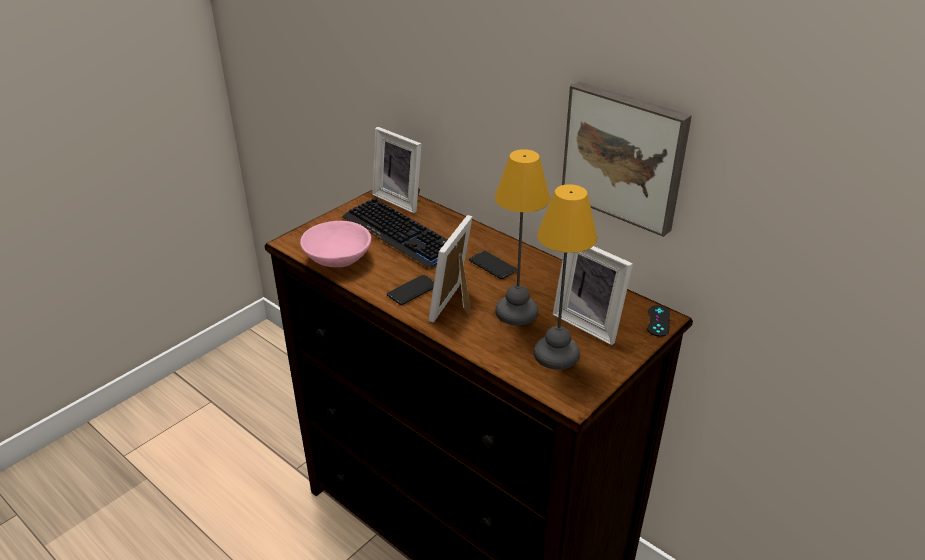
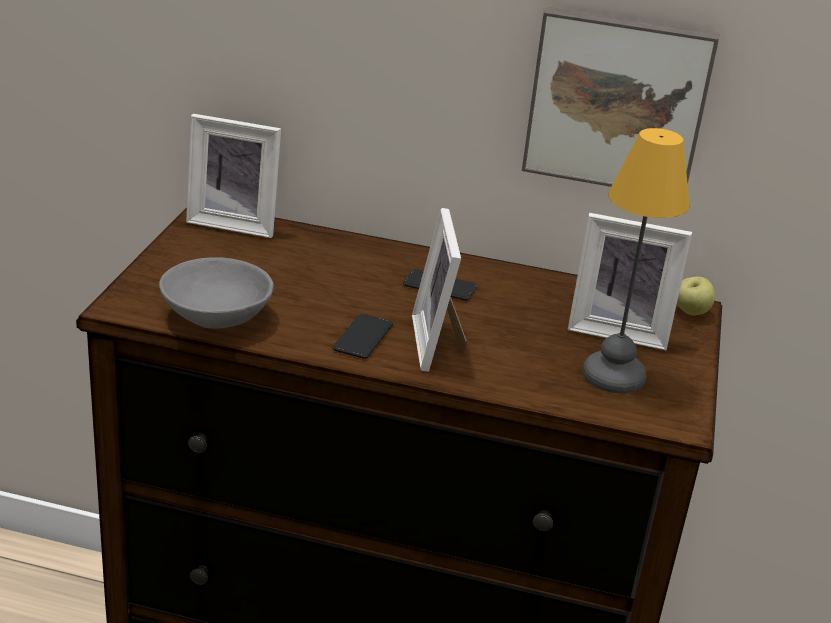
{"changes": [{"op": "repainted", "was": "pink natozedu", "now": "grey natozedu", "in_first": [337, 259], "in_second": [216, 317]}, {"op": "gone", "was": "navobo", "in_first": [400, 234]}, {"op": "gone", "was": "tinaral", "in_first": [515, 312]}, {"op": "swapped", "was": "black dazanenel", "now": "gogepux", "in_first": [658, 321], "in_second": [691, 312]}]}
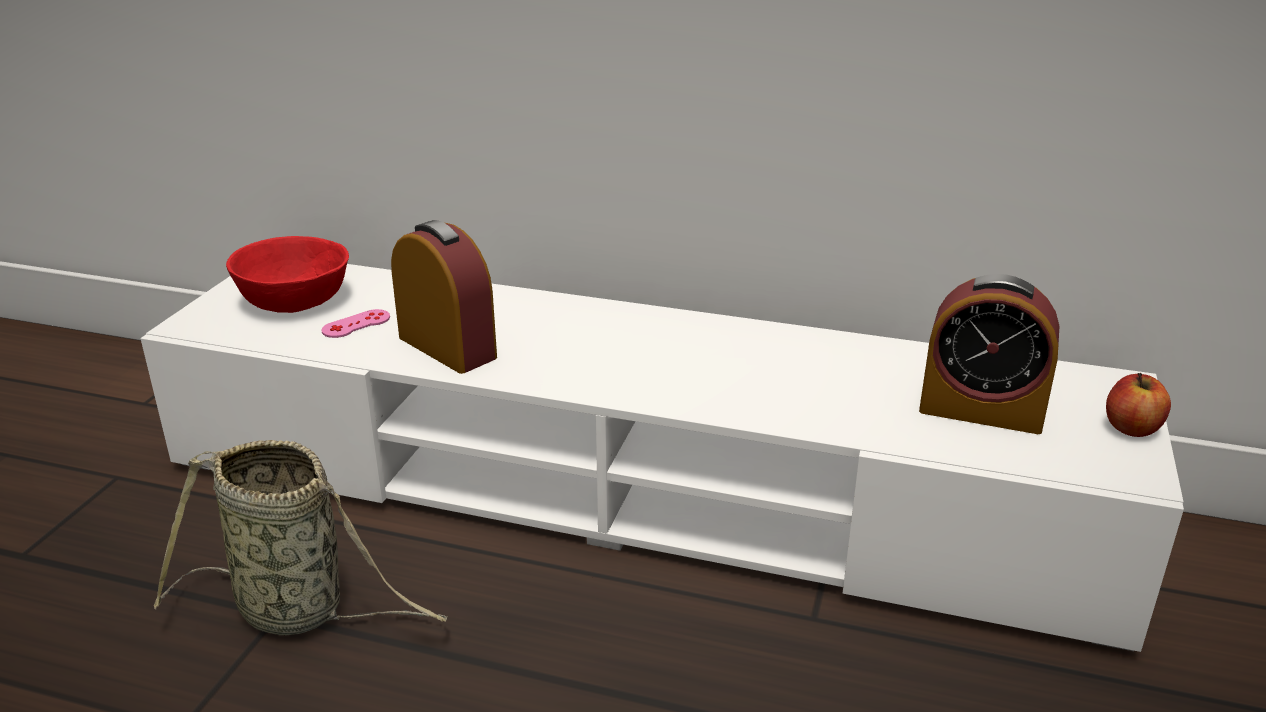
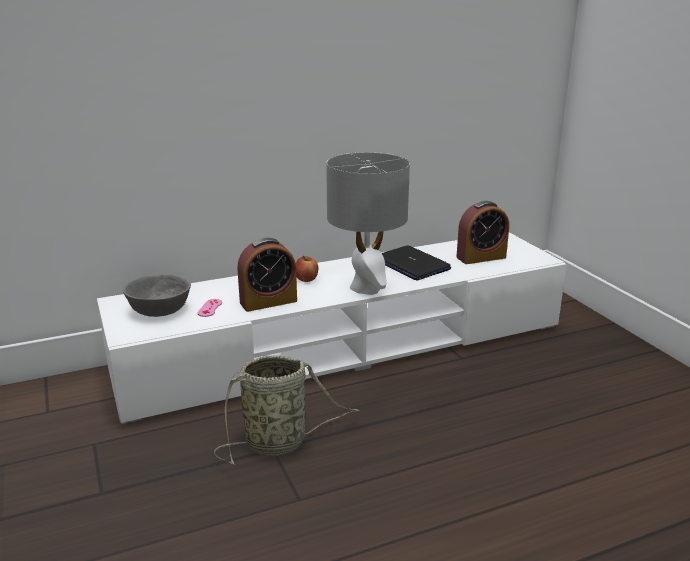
{"changes": [{"op": "repainted", "was": "red natozedu", "now": "grey natozedu", "in_first": [295, 300], "in_second": [159, 310]}, {"op": "rotated", "was": "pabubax", "in_first": [447, 347], "in_second": [268, 302], "clockwise": 150}, {"op": "shifted", "was": "gogepux", "in_first": [1131, 428], "in_second": [306, 279]}, {"op": "new", "now": "grey tinaral", "in_second": [366, 288]}, {"op": "new", "now": "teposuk", "in_second": [411, 264]}]}
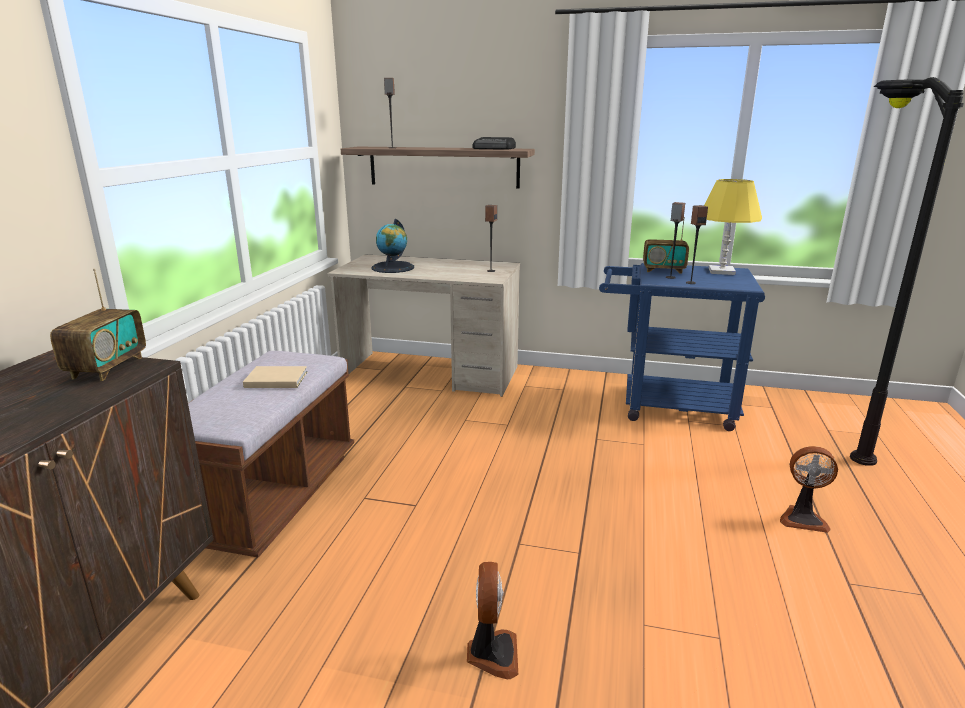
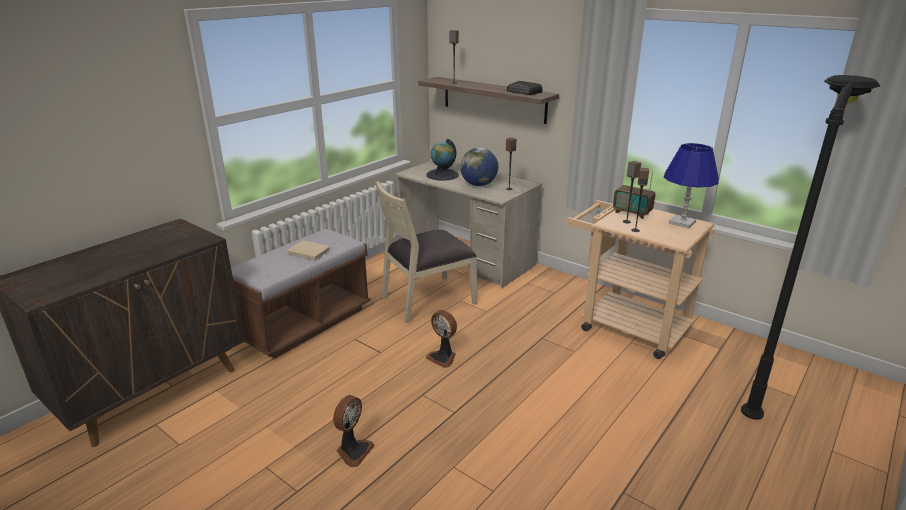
{"changes": [{"op": "gone", "was": "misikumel", "in_first": [107, 368]}, {"op": "repainted", "was": "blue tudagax", "now": "beige tudagax", "in_first": [666, 406], "in_second": [625, 325]}, {"op": "repainted", "was": "yellow tinaral", "now": "blue tinaral", "in_first": [722, 271], "in_second": [682, 222]}, {"op": "shifted", "was": "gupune", "in_first": [802, 518], "in_second": [443, 357]}, {"op": "new", "now": "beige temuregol", "in_second": [427, 299]}, {"op": "new", "now": "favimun", "in_second": [479, 185]}]}
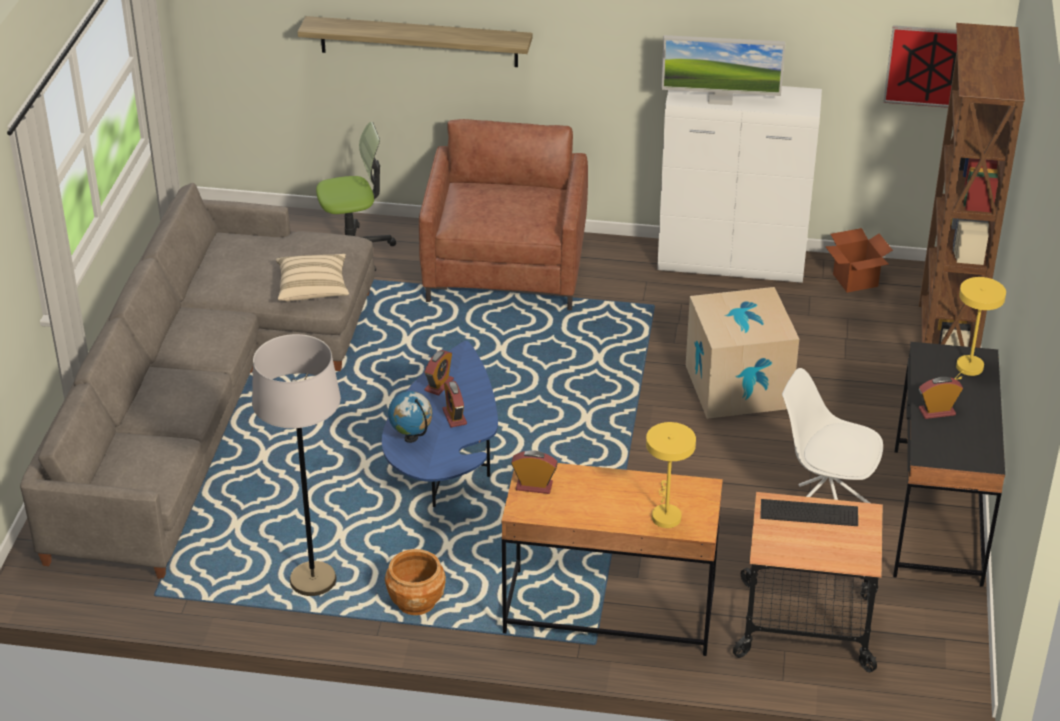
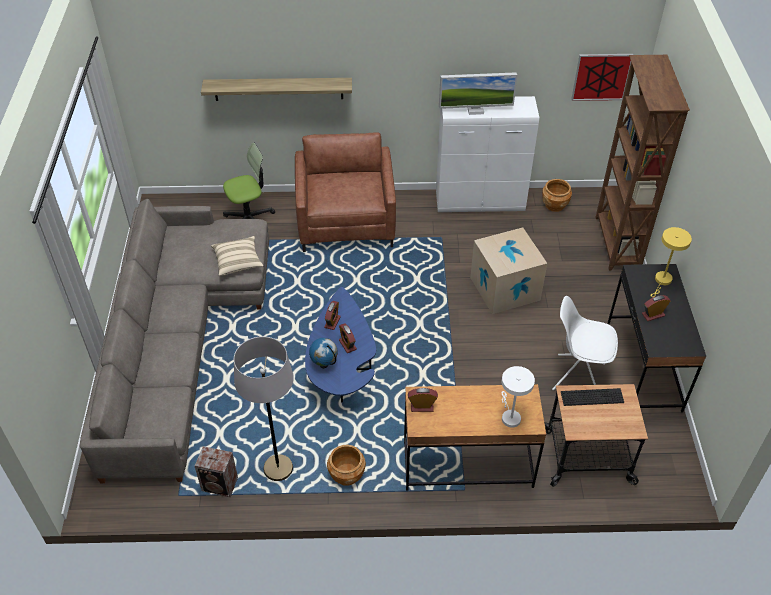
{"changes": [{"op": "repainted", "was": "yellow tinaral", "now": "white tinaral", "in_first": [665, 514], "in_second": [509, 416]}, {"op": "swapped", "was": "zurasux", "now": "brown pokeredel", "in_first": [855, 280], "in_second": [554, 205]}, {"op": "new", "now": "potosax", "in_second": [221, 485]}]}
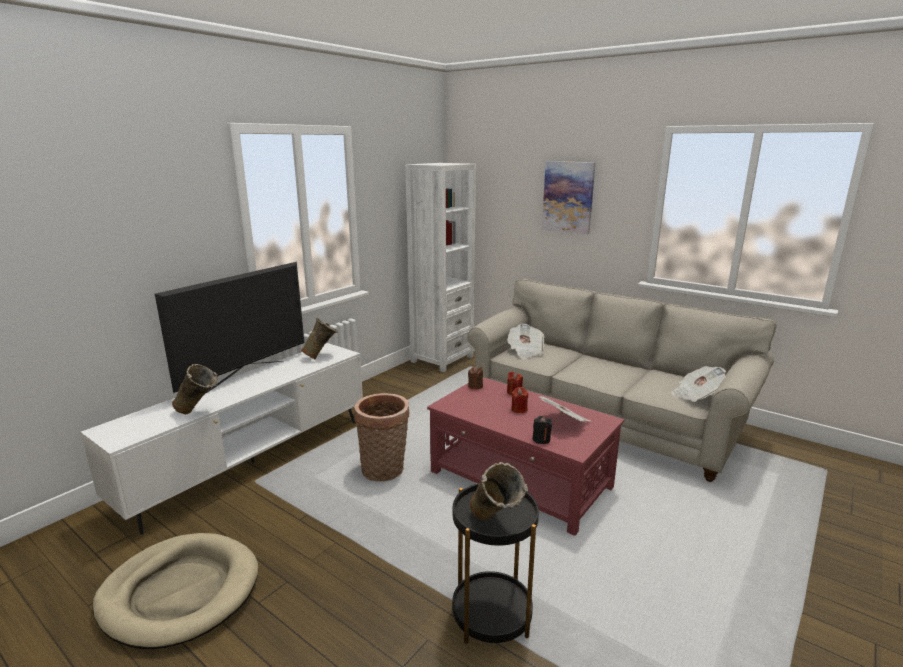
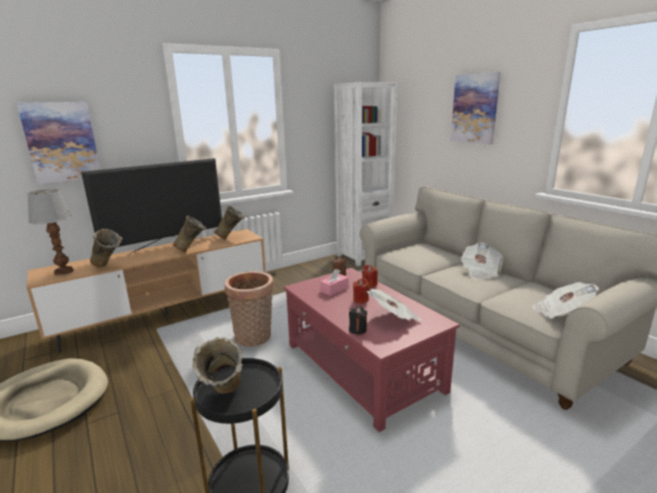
{"changes": [{"op": "repainted", "was": "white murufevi", "now": "brown murufevi", "in_first": [253, 463], "in_second": [166, 315]}, {"op": "shifted", "was": "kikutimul", "in_first": [525, 351], "in_second": [480, 272]}, {"op": "new", "now": "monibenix", "in_second": [62, 142]}, {"op": "new", "now": "tinaral", "in_second": [64, 271]}, {"op": "new", "now": "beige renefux", "in_second": [192, 250]}, {"op": "new", "now": "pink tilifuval", "in_second": [334, 289]}]}
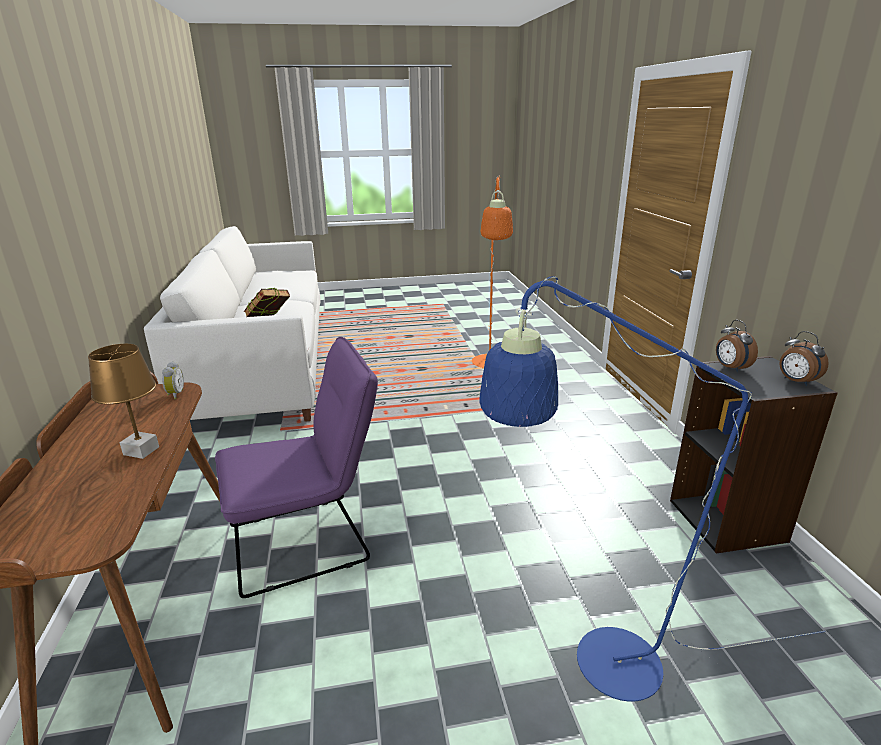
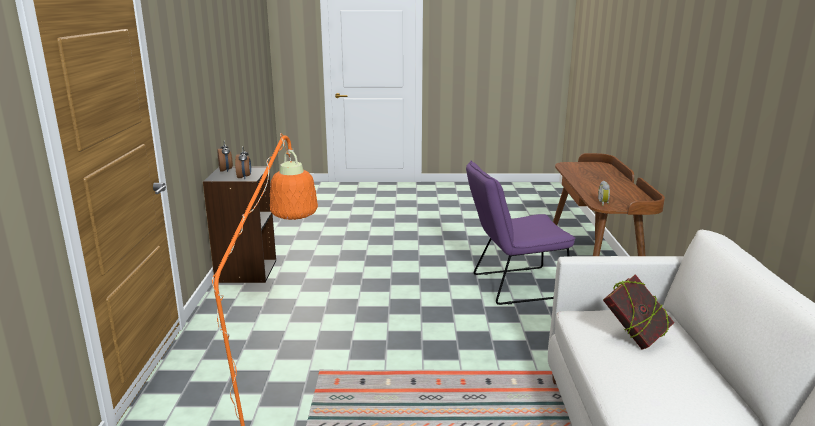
{"changes": [{"op": "gone", "was": "brown tinaral", "in_first": [142, 450]}, {"op": "gone", "was": "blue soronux", "in_first": [597, 666]}]}
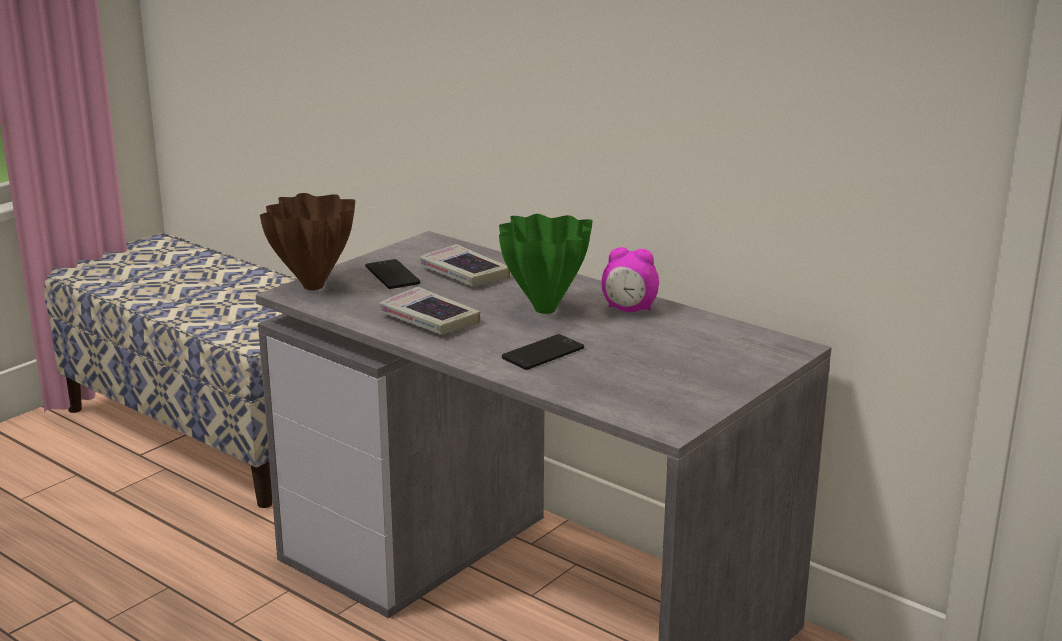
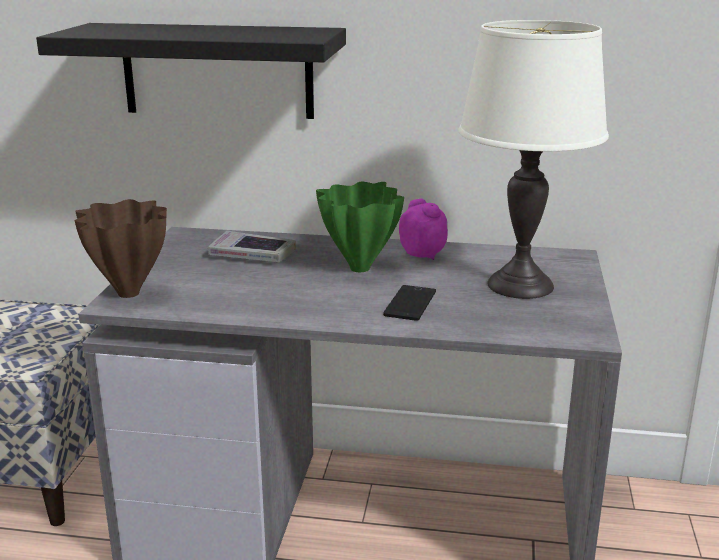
{"changes": [{"op": "gone", "was": "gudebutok", "in_first": [392, 275]}, {"op": "gone", "was": "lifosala", "in_first": [429, 319]}, {"op": "rotated", "was": "pabubax", "in_first": [629, 310], "in_second": [423, 255], "clockwise": -105}, {"op": "new", "now": "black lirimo", "in_second": [217, 71]}, {"op": "new", "now": "white tinaral", "in_second": [519, 285]}]}
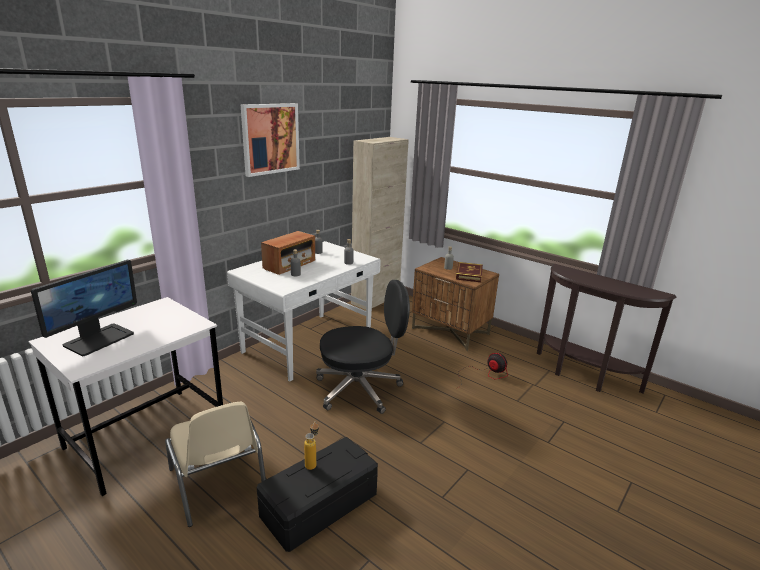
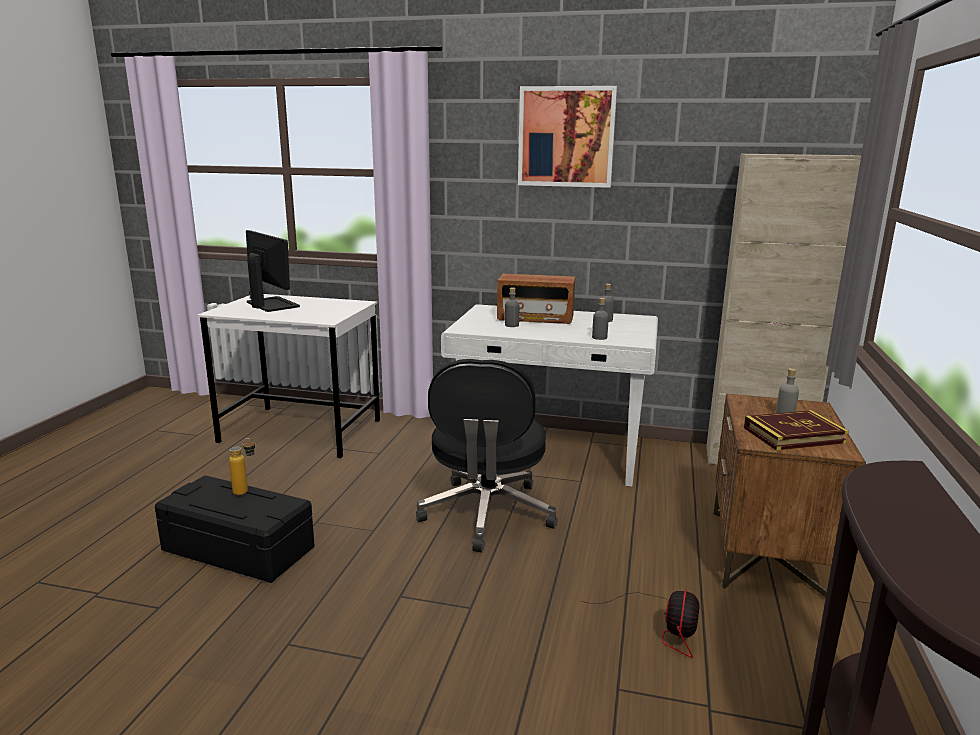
{"changes": [{"op": "rotated", "was": "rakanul", "in_first": [99, 339], "in_second": [271, 304], "clockwise": -135}, {"op": "gone", "was": "beige temuregol", "in_first": [218, 483]}, {"op": "rotated", "was": "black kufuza", "in_first": [360, 389], "in_second": [487, 514], "clockwise": 45}]}
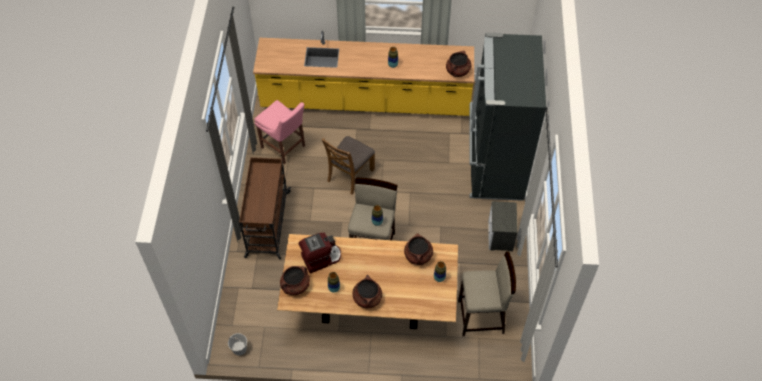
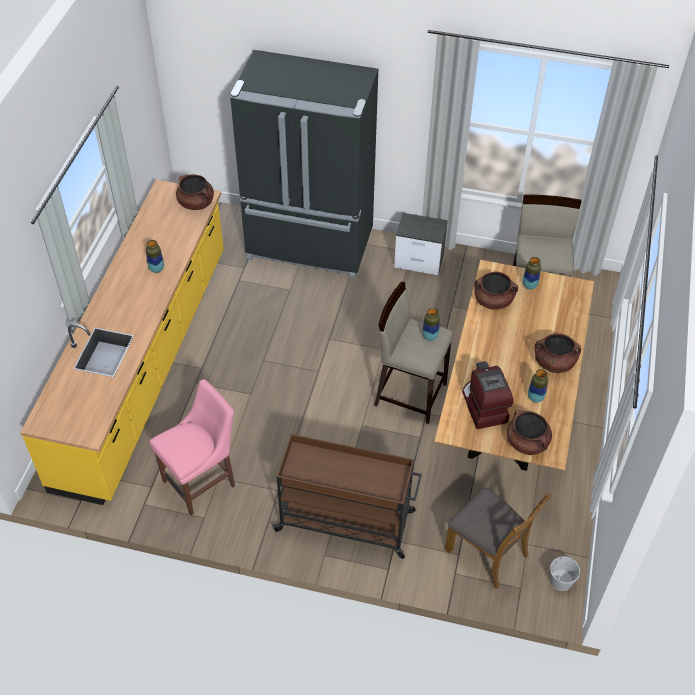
{"changes": [{"op": "shifted", "was": "brown temuregol", "in_first": [350, 175], "in_second": [488, 552]}]}
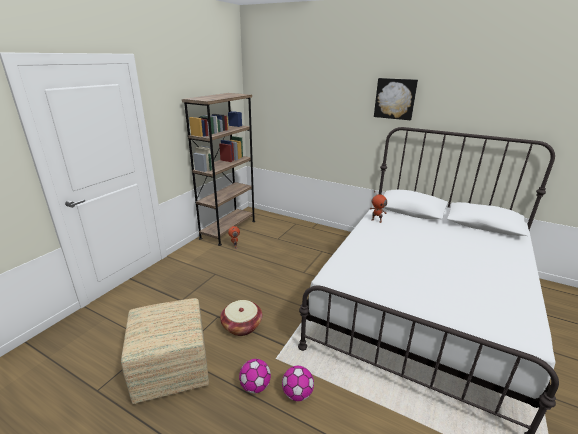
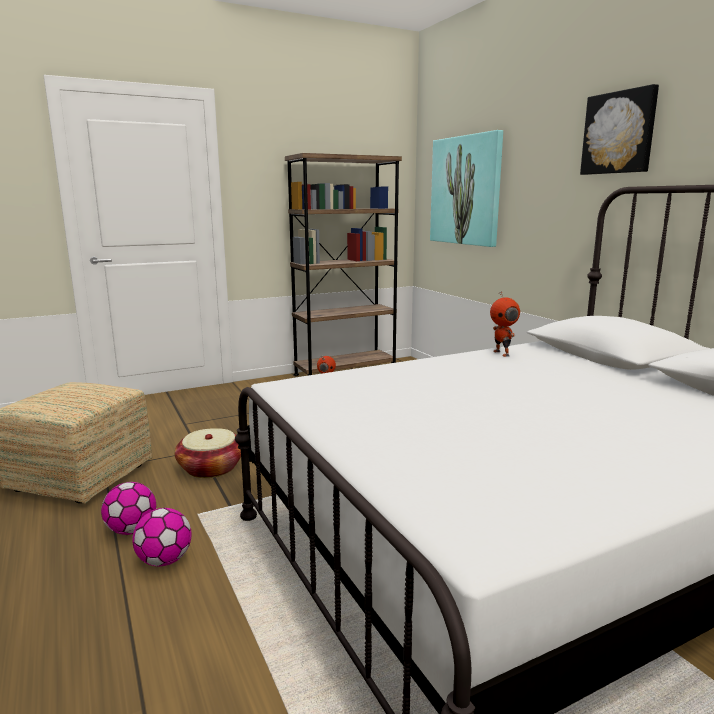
{"changes": [{"op": "new", "now": "monibenix", "in_second": [466, 190]}]}
